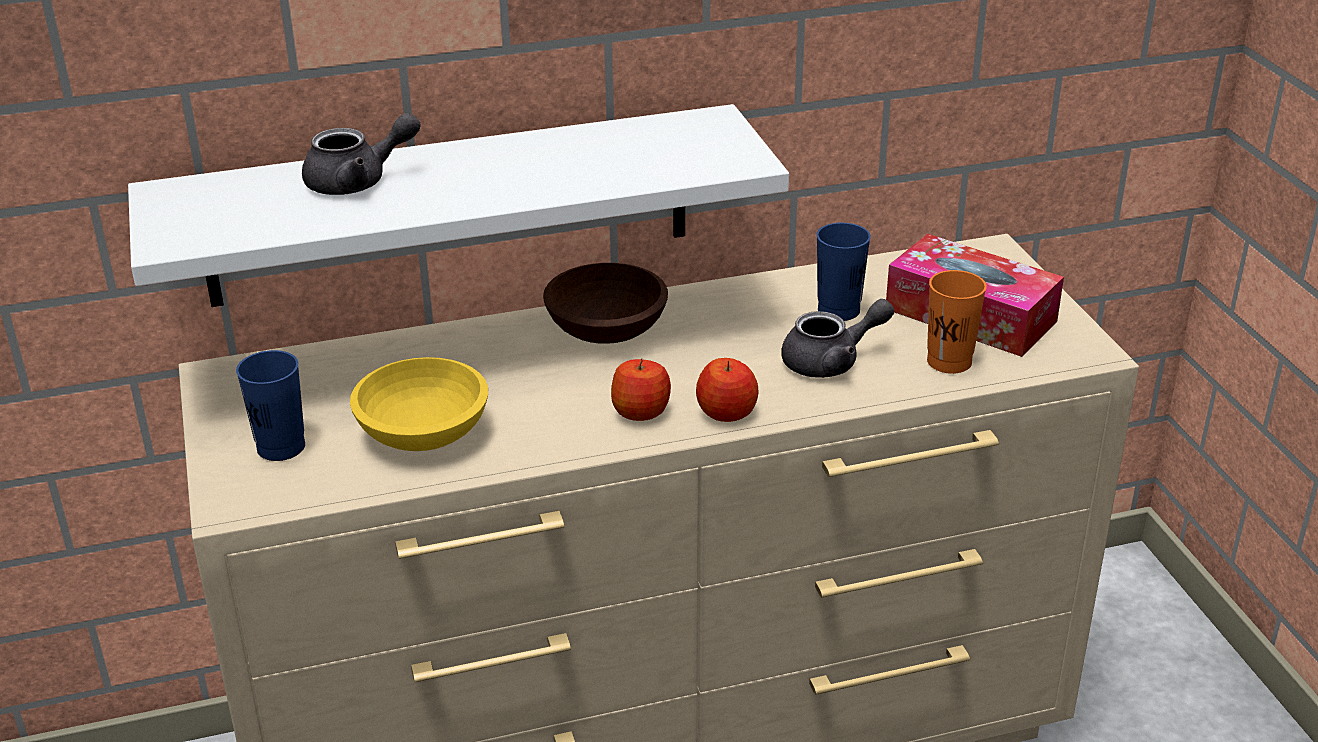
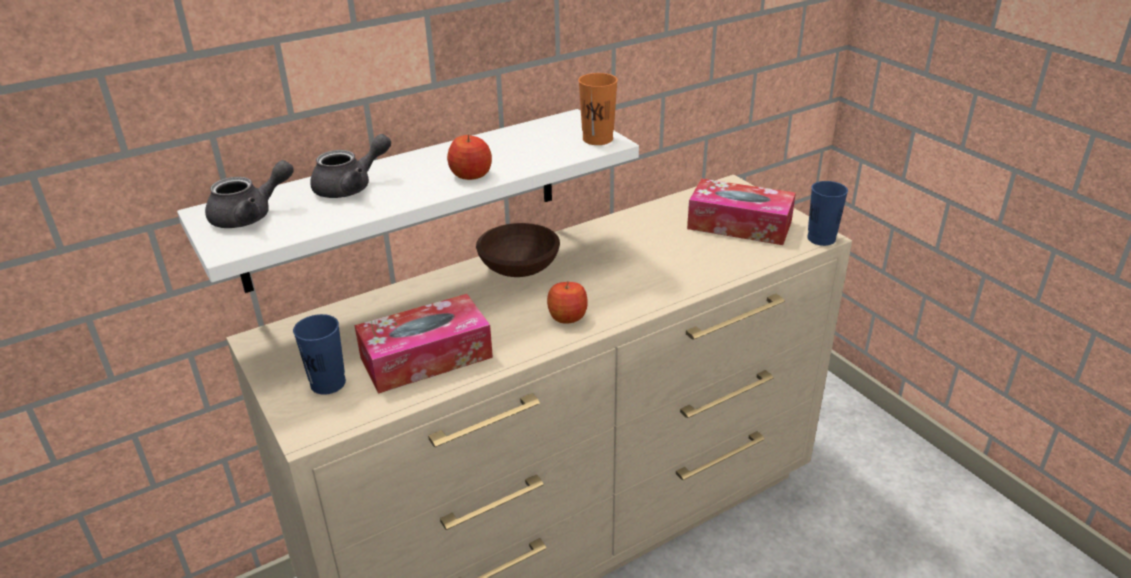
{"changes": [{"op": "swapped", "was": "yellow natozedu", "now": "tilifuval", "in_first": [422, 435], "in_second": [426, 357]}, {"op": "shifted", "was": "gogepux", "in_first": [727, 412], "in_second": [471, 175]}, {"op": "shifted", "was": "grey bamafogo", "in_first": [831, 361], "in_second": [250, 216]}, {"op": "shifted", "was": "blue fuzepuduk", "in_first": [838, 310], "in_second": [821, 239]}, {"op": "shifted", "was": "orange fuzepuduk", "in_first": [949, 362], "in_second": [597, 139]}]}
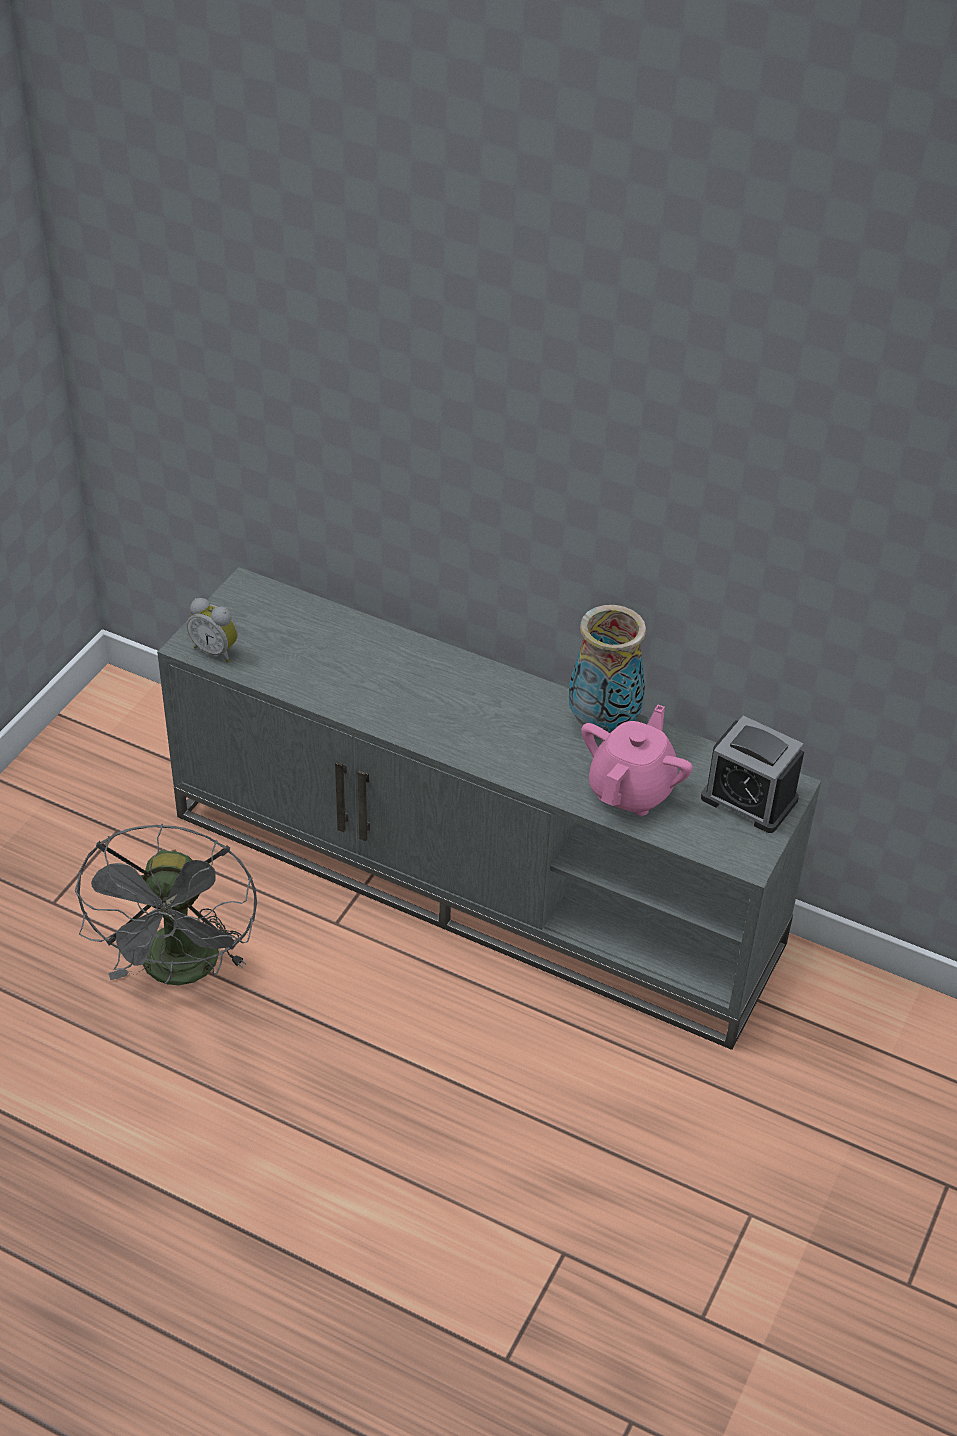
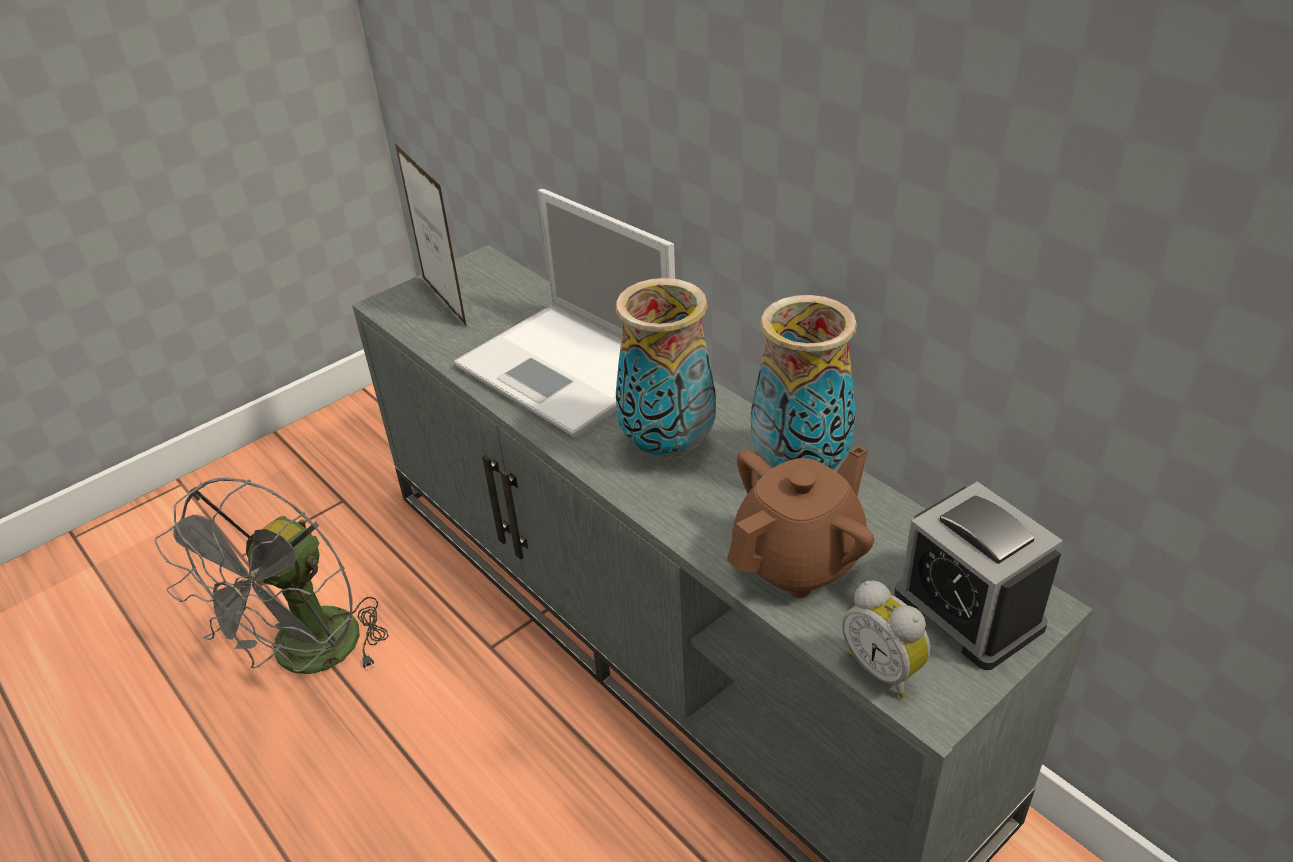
{"changes": [{"op": "shifted", "was": "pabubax", "in_first": [216, 650], "in_second": [884, 668]}, {"op": "repainted", "was": "pink bamafogo", "now": "brown bamafogo", "in_first": [632, 790], "in_second": [799, 559]}, {"op": "new", "now": "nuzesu", "in_second": [444, 301]}, {"op": "new", "now": "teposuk", "in_second": [570, 369]}, {"op": "new", "now": "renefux", "in_second": [669, 446]}]}
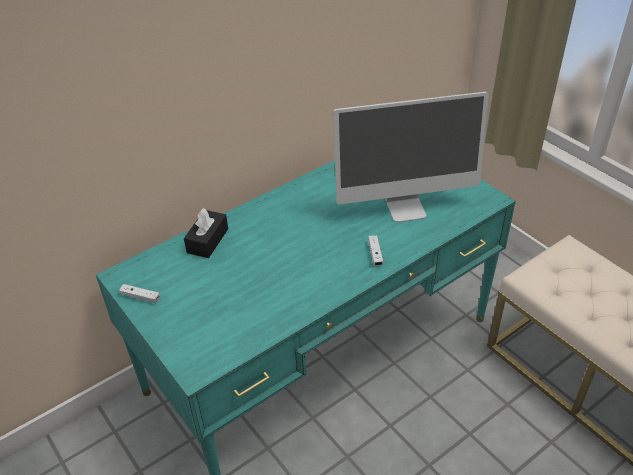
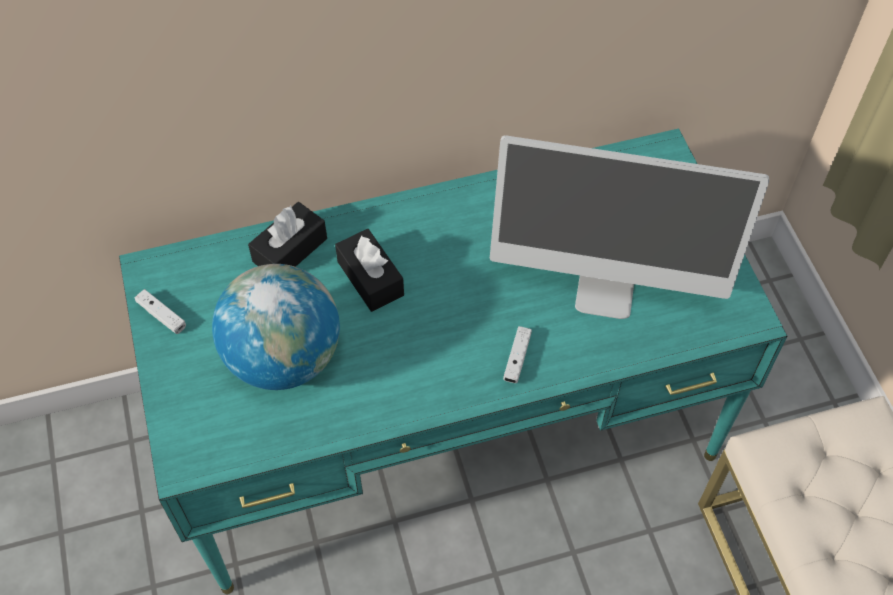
{"changes": [{"op": "new", "now": "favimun", "in_second": [283, 358]}, {"op": "new", "now": "black tilifuval", "in_second": [370, 278]}]}
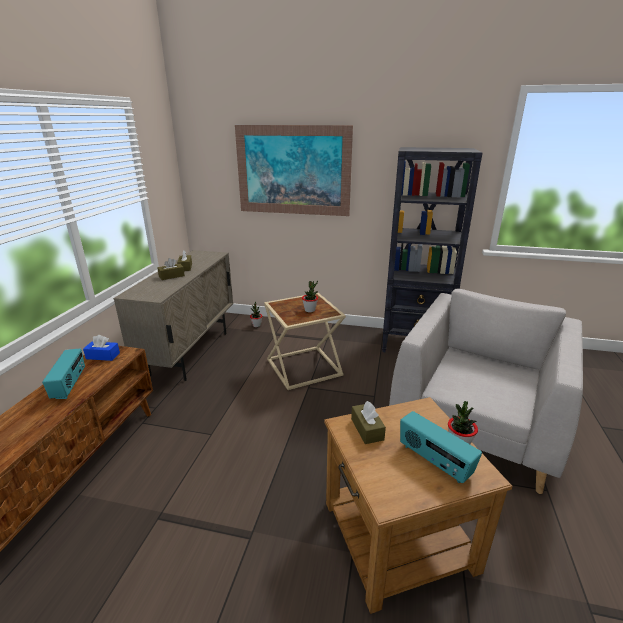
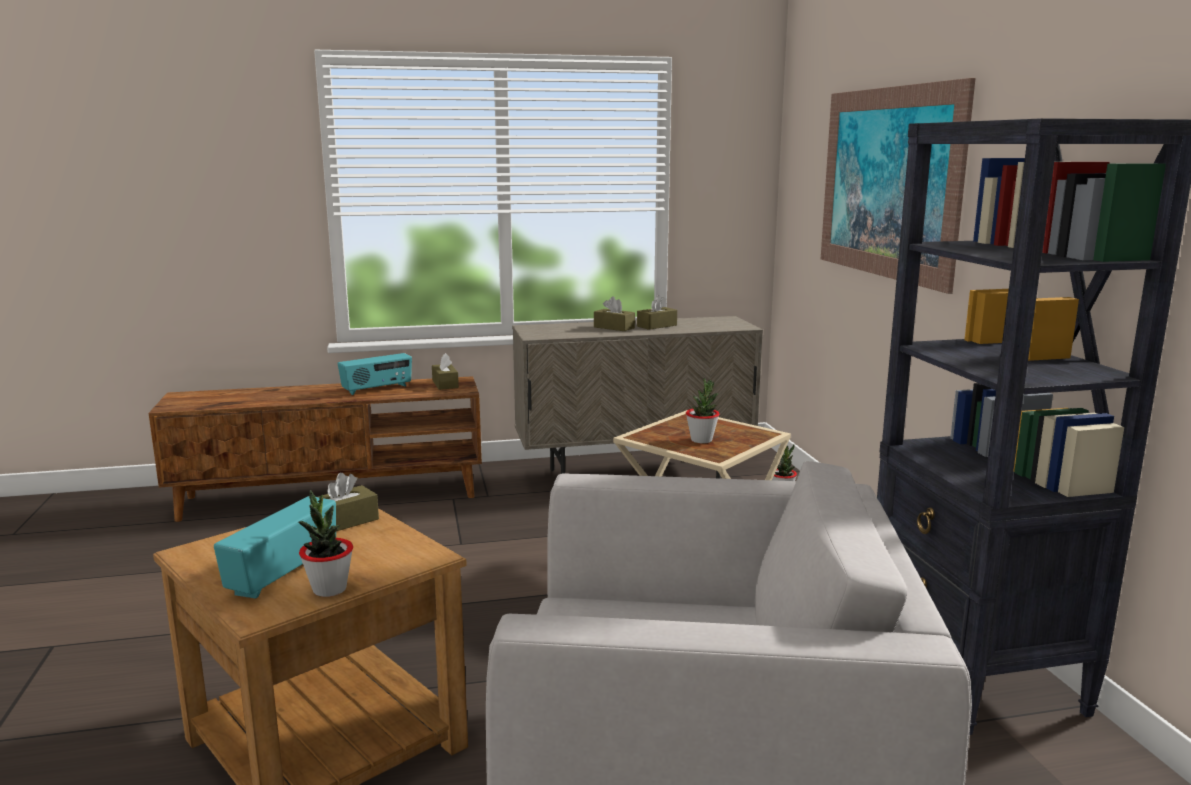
{"changes": [{"op": "repainted", "was": "blue tilifuval", "now": "brown tilifuval", "in_first": [103, 356], "in_second": [445, 384]}]}
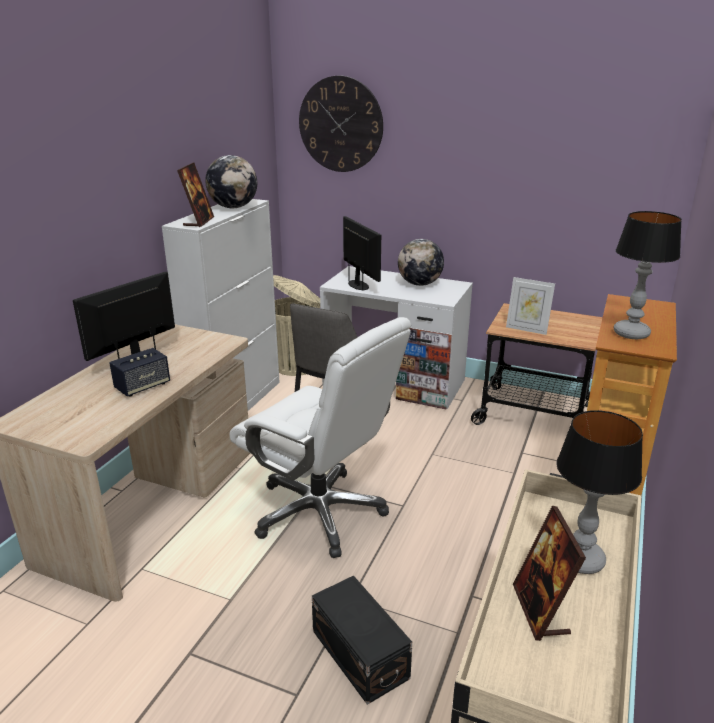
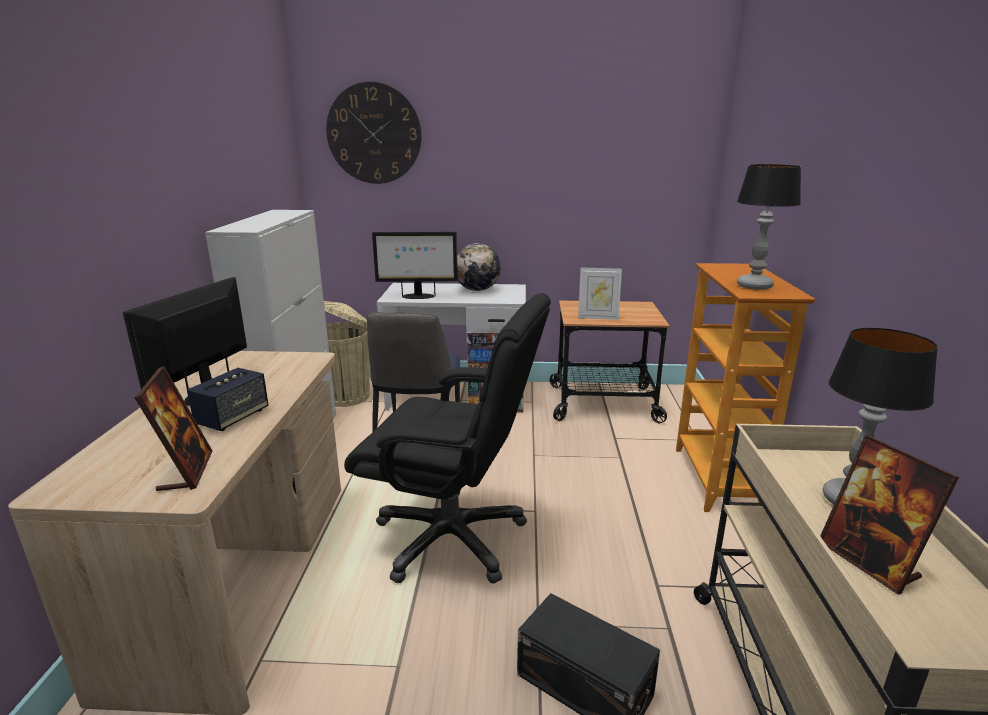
{"changes": [{"op": "shifted", "was": "nuzesu", "in_first": [198, 222], "in_second": [186, 471]}, {"op": "gone", "was": "favimun", "in_first": [233, 207]}, {"op": "repainted", "was": "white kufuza", "now": "black kufuza", "in_first": [320, 512], "in_second": [452, 537]}, {"op": "rotated", "was": "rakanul", "in_first": [359, 285], "in_second": [417, 296], "clockwise": 135}]}
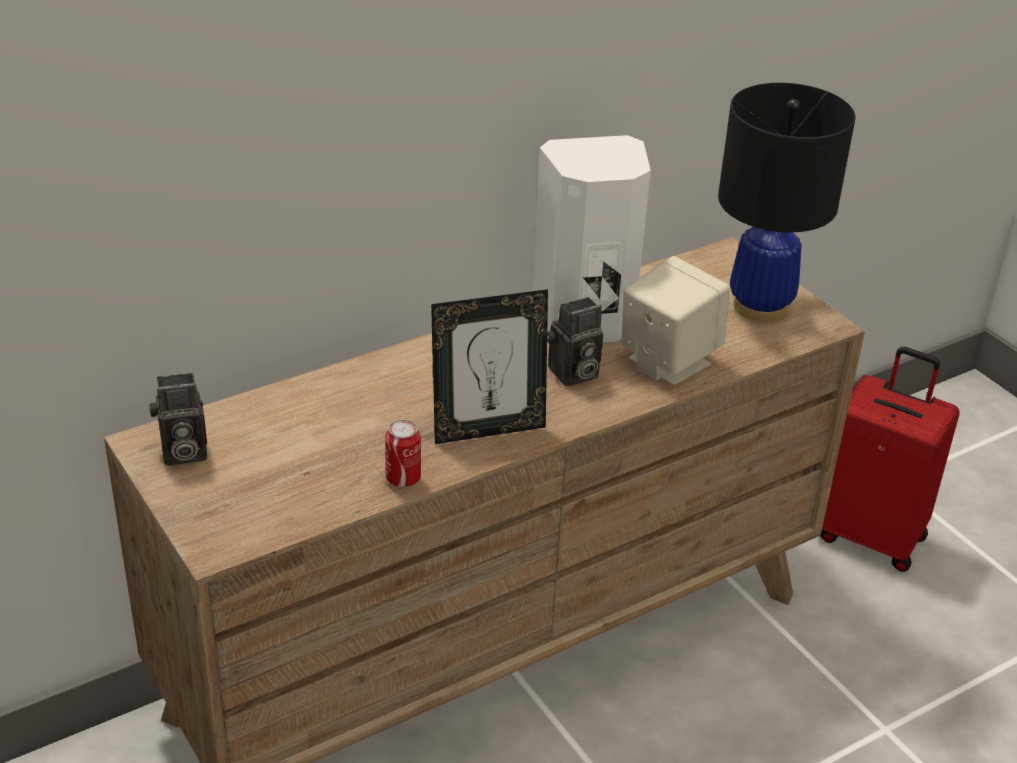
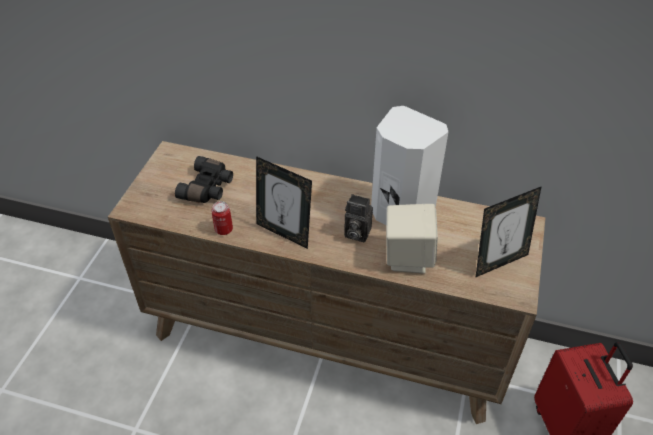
{"changes": [{"op": "gone", "was": "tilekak", "in_first": [181, 453]}, {"op": "swapped", "was": "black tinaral", "now": "nuzesu", "in_first": [760, 306], "in_second": [499, 262]}, {"op": "new", "now": "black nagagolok", "in_second": [208, 188]}]}
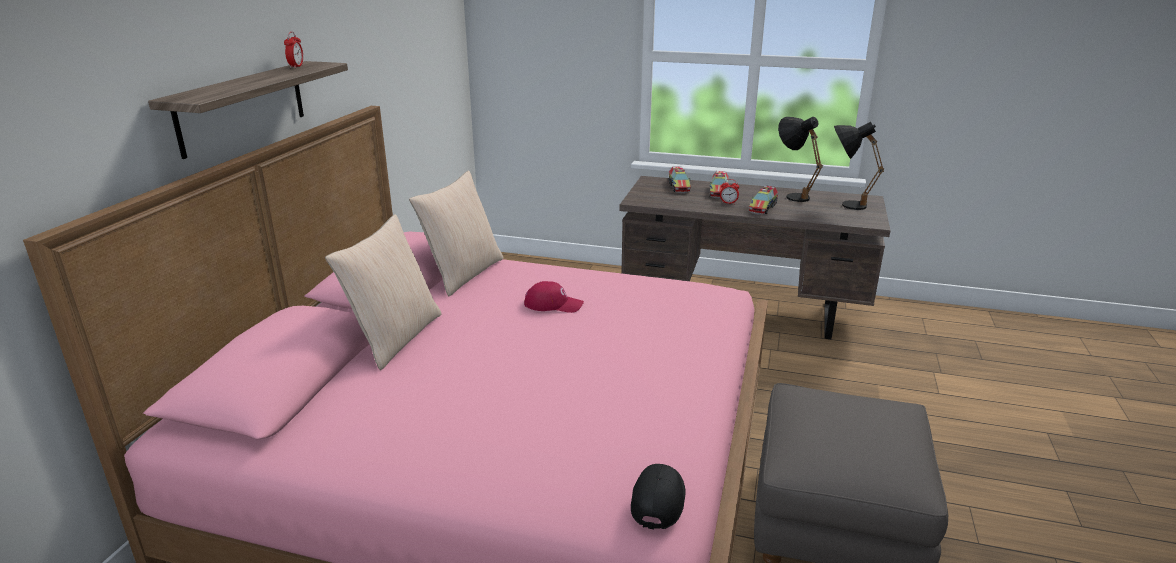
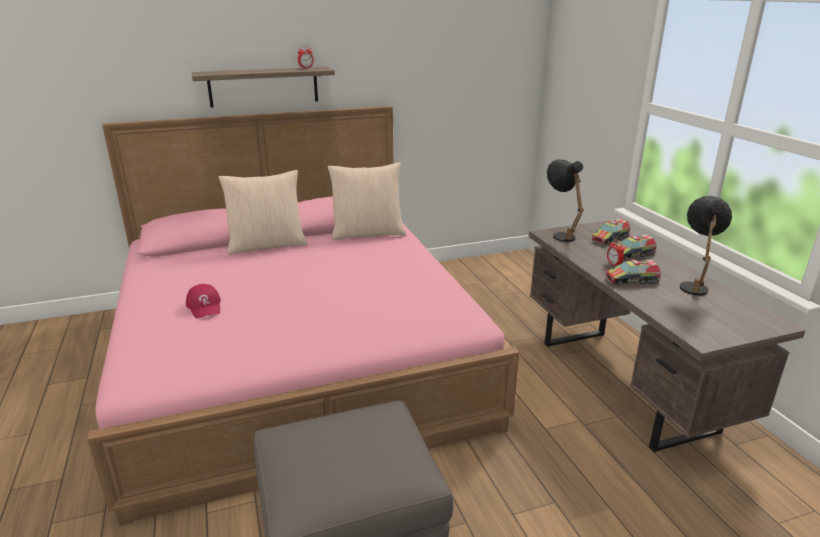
{"changes": [{"op": "shifted", "was": "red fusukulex", "in_first": [553, 304], "in_second": [205, 306]}, {"op": "gone", "was": "black fusukulex", "in_first": [658, 500]}, {"op": "shifted", "was": "black tinaral", "in_first": [844, 204], "in_second": [560, 234]}]}
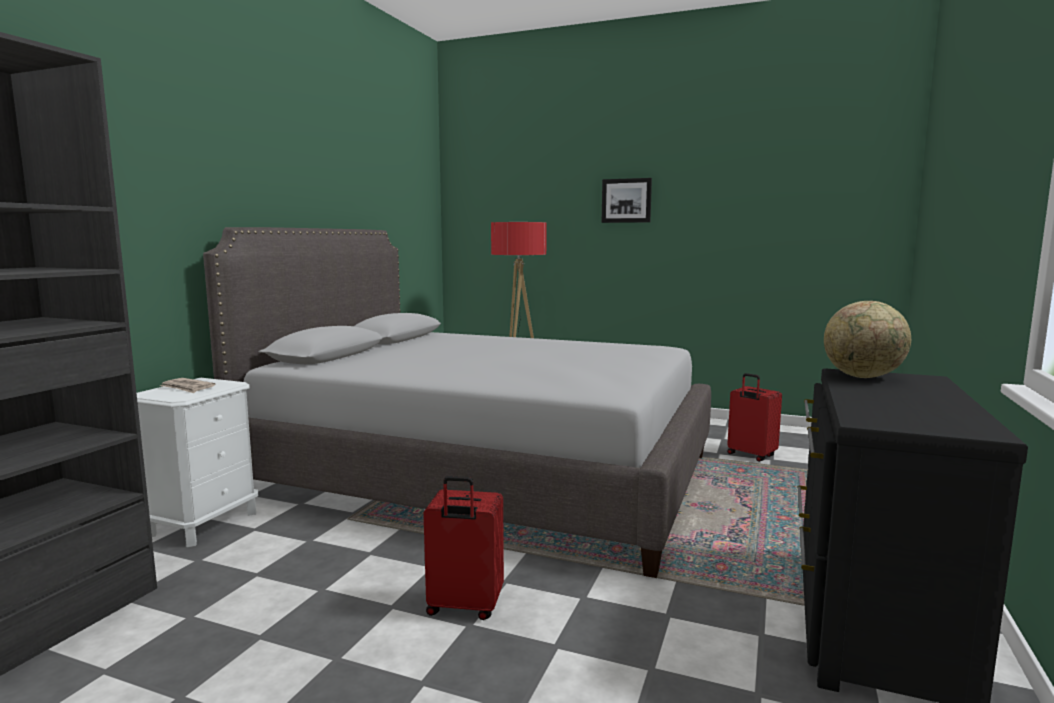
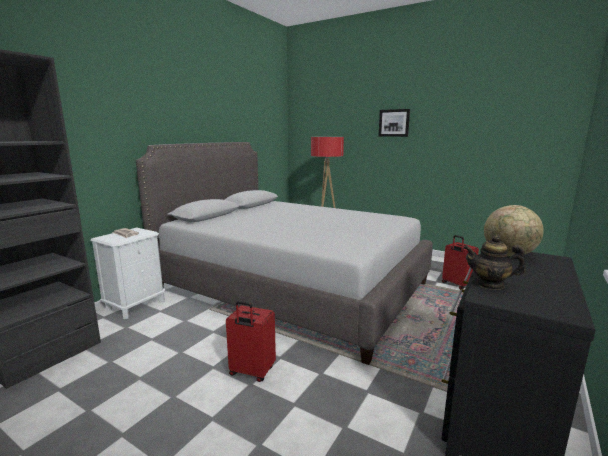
{"changes": [{"op": "new", "now": "bamafogo", "in_second": [490, 284]}]}
